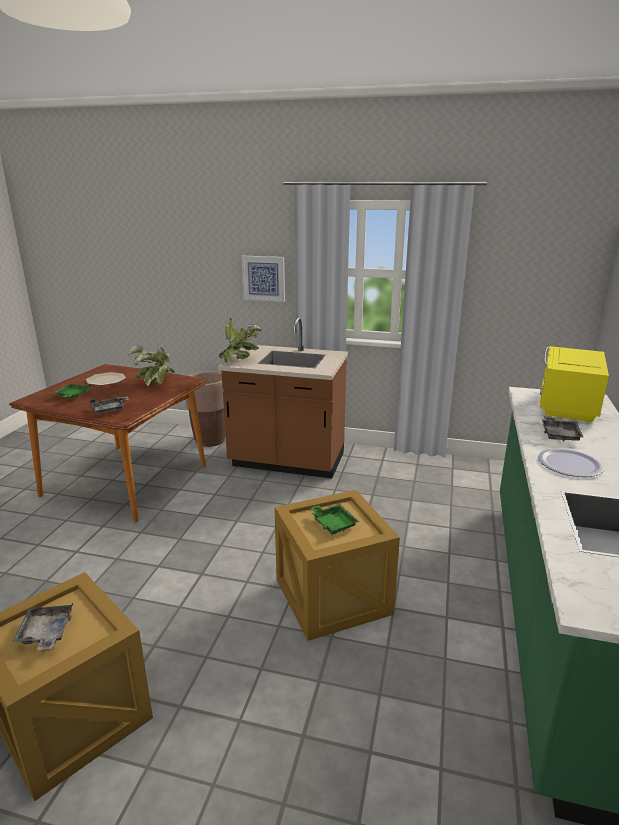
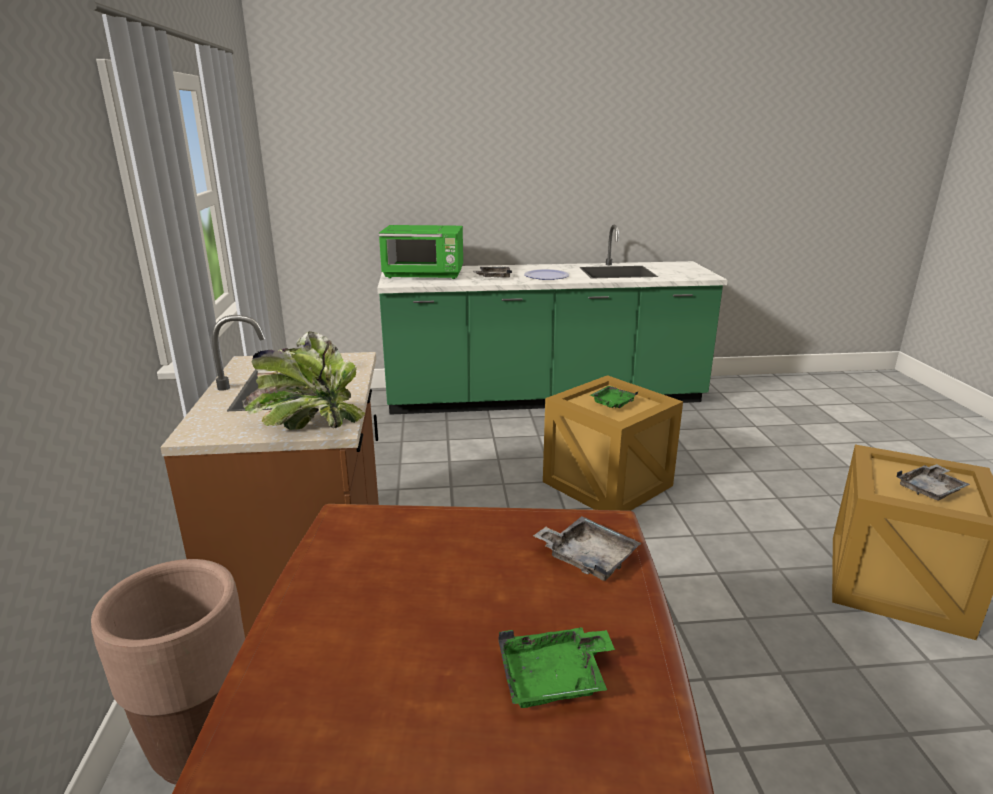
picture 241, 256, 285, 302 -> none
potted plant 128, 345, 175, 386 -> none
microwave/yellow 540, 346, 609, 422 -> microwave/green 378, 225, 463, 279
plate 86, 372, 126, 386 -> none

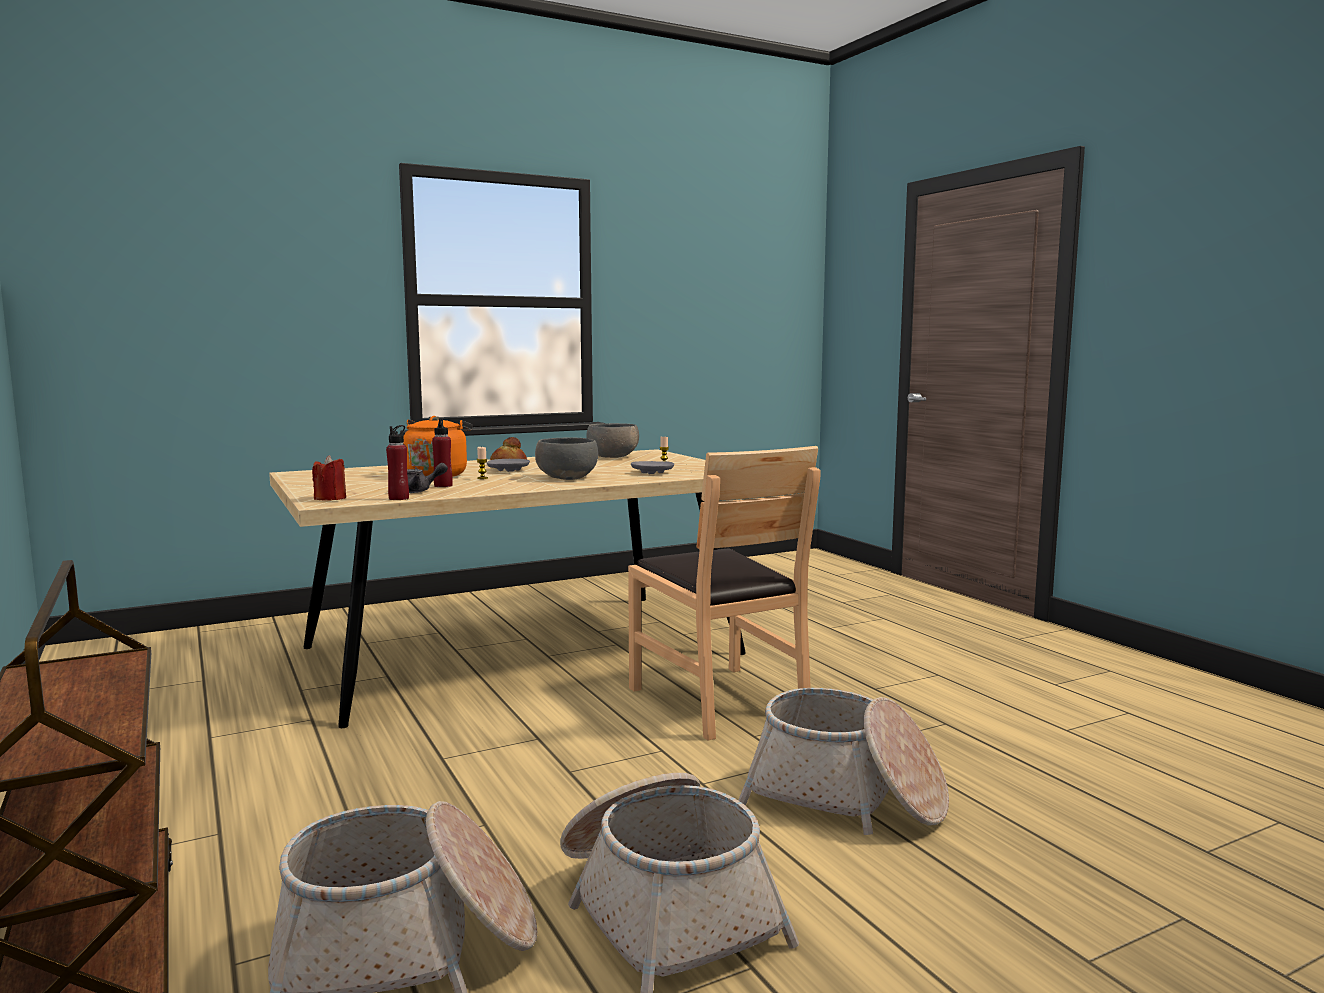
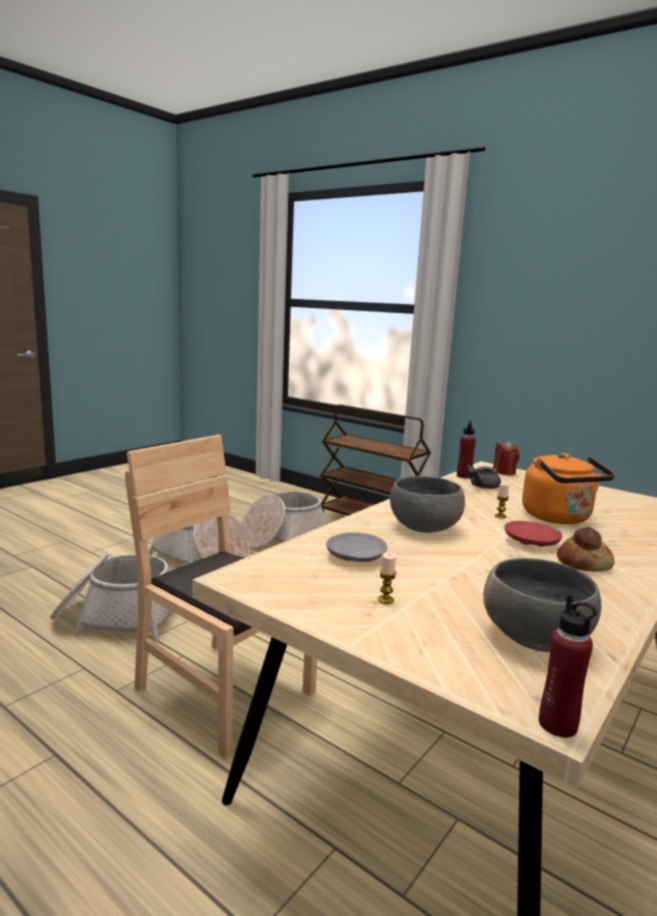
bottle/red 432, 418, 453, 487 -> bottle/red 539, 595, 597, 738, relocated
plate/grey 486, 459, 530, 472 -> plate/red 504, 521, 562, 547

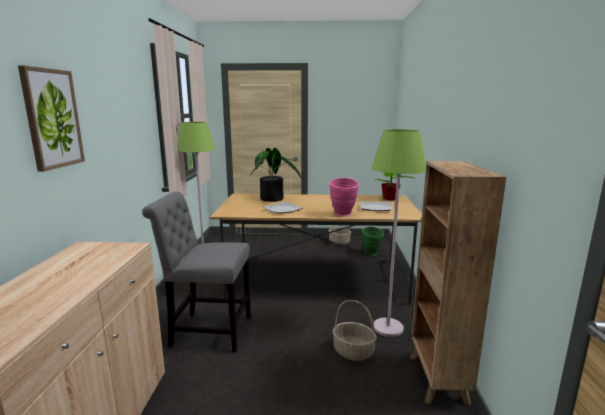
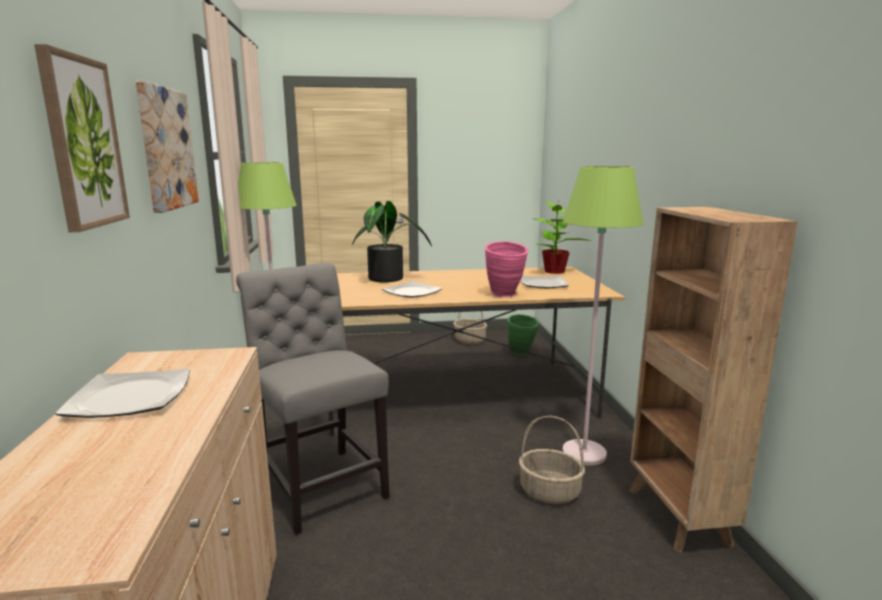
chair/grey 142, 192, 251, 352 -> chair/grey 236, 263, 390, 535, 60 degrees clockwise
none -> picture 136, 81, 199, 213
none -> plate 55, 368, 190, 418

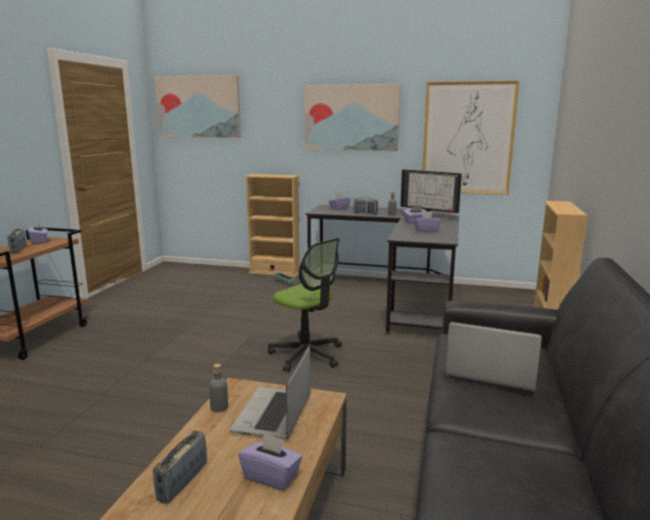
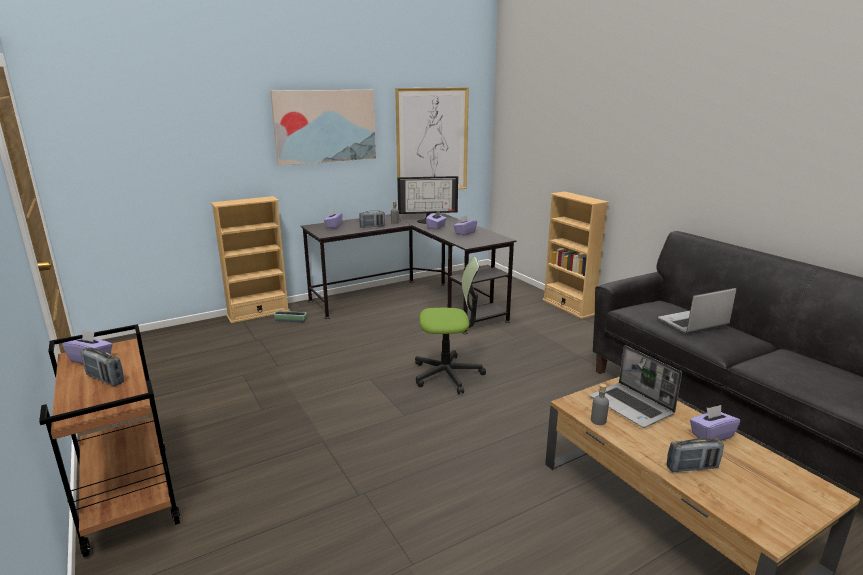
picture 154, 75, 241, 138 -> none
radio 153, 431, 207, 504 -> radio 667, 438, 724, 472, 75 degrees counterclockwise

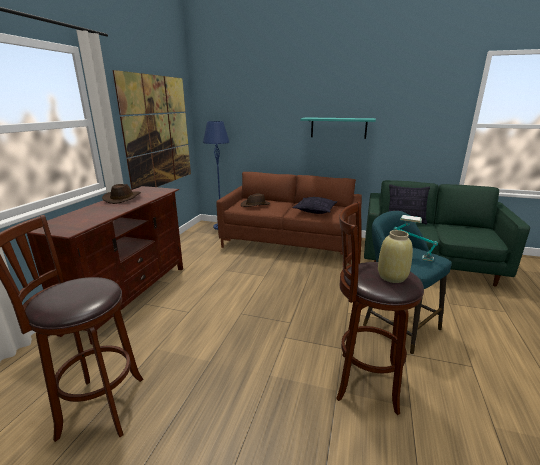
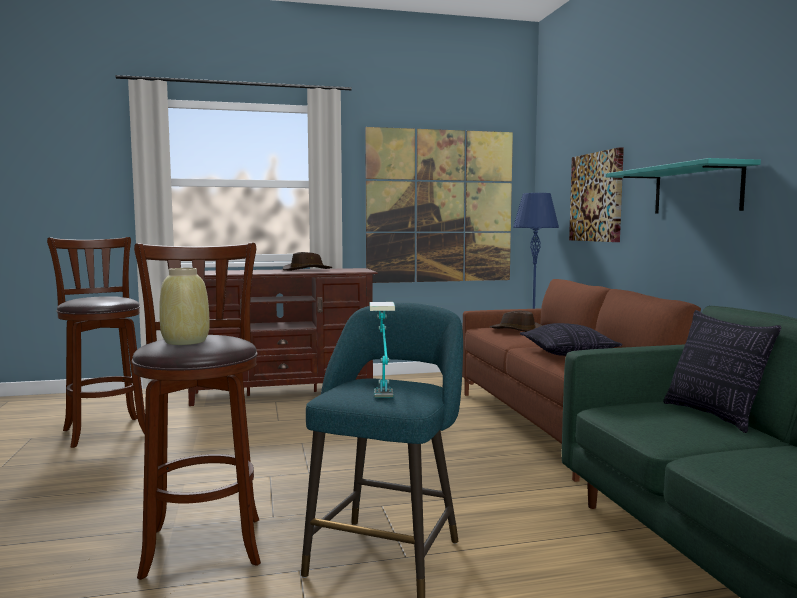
none -> picture 569, 147, 624, 242

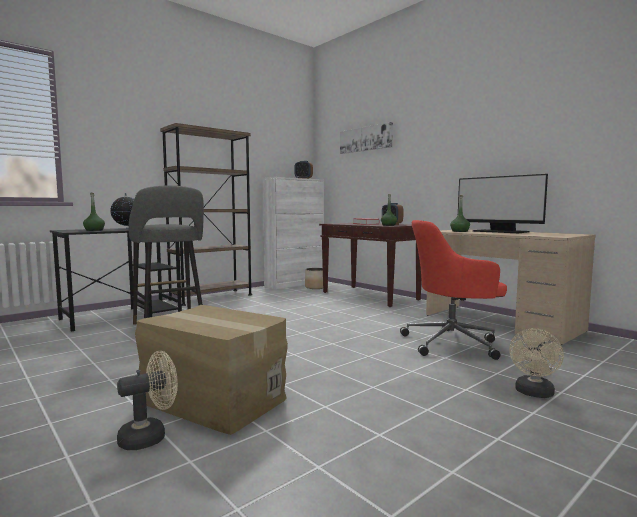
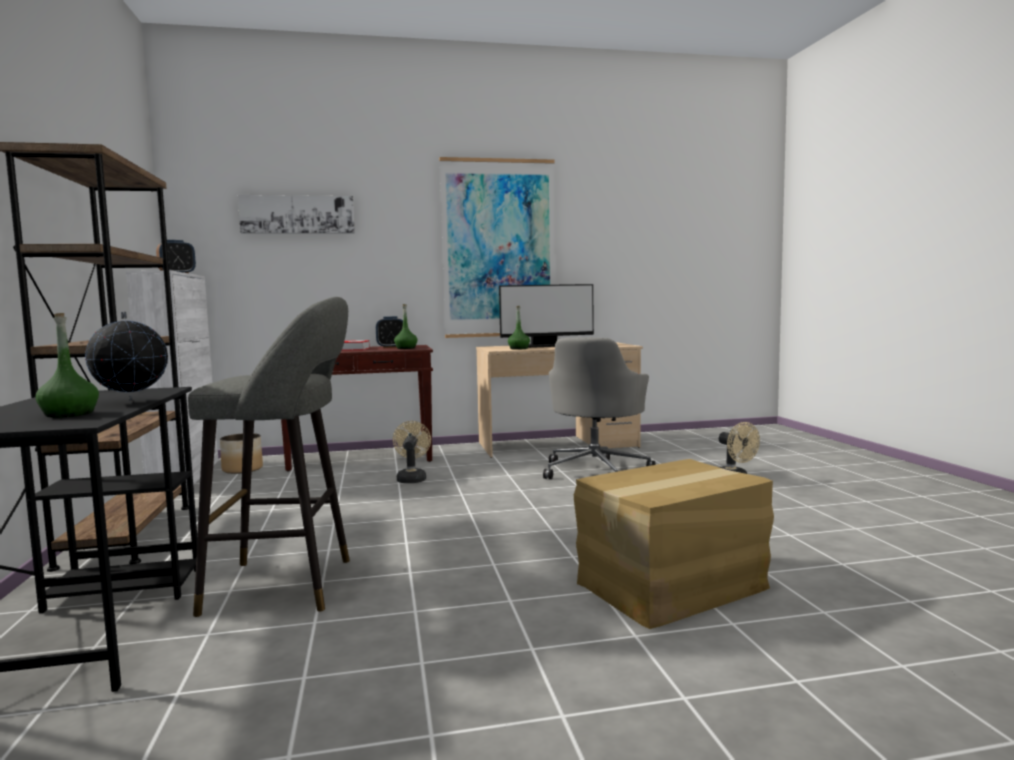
office chair/red 400, 220, 507, 360 -> office chair/grey 543, 337, 655, 479
fan/beige 117, 351, 178, 450 -> fan/beige 393, 421, 431, 483, relocated
none -> picture 439, 157, 555, 338

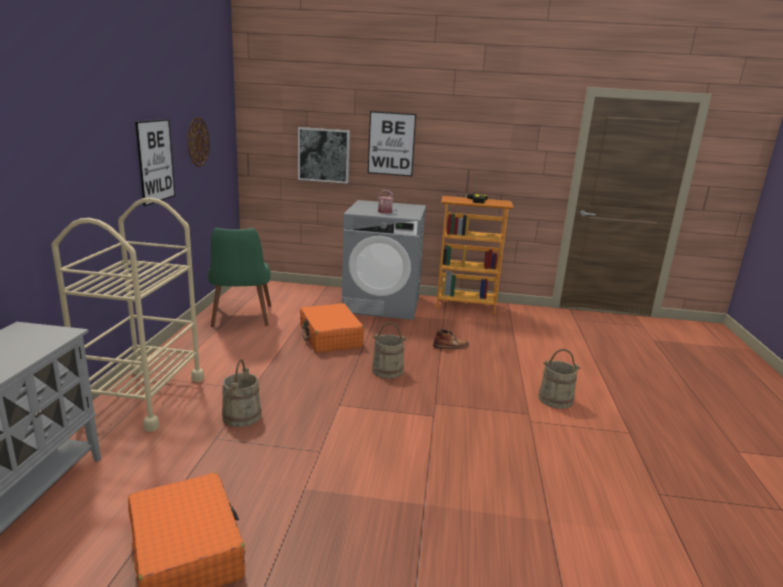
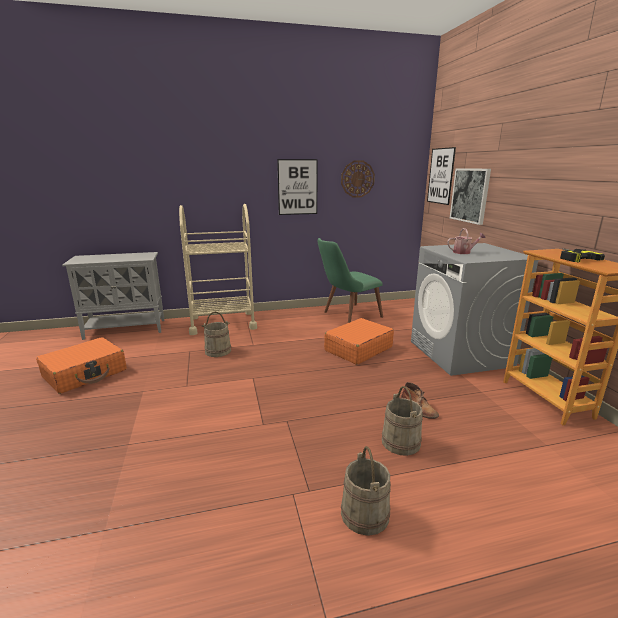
picture 368, 111, 416, 176 -> picture 427, 147, 456, 205, relocated
bucket/beige 372, 322, 407, 379 -> bucket/beige 382, 386, 423, 456, relocated

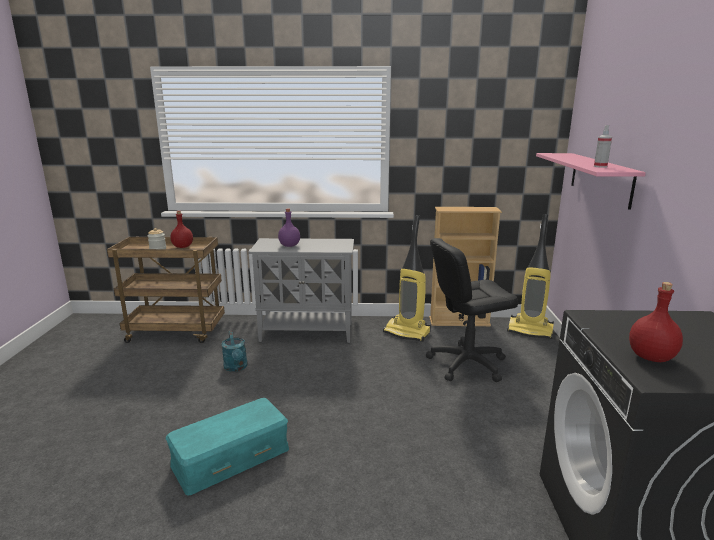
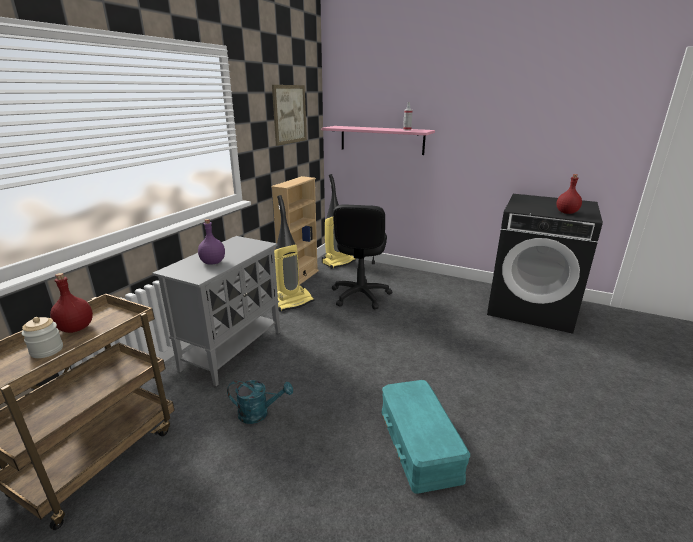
none -> picture 272, 85, 307, 146

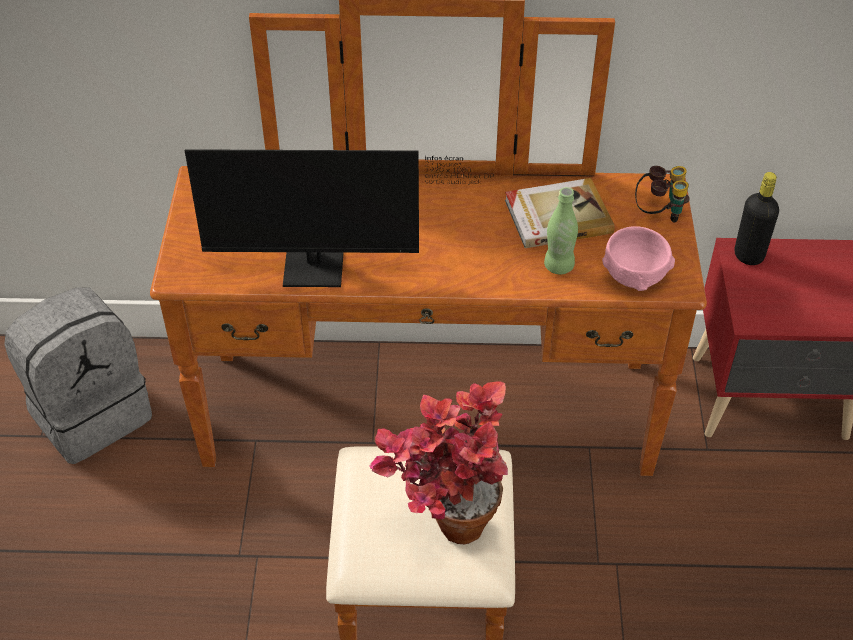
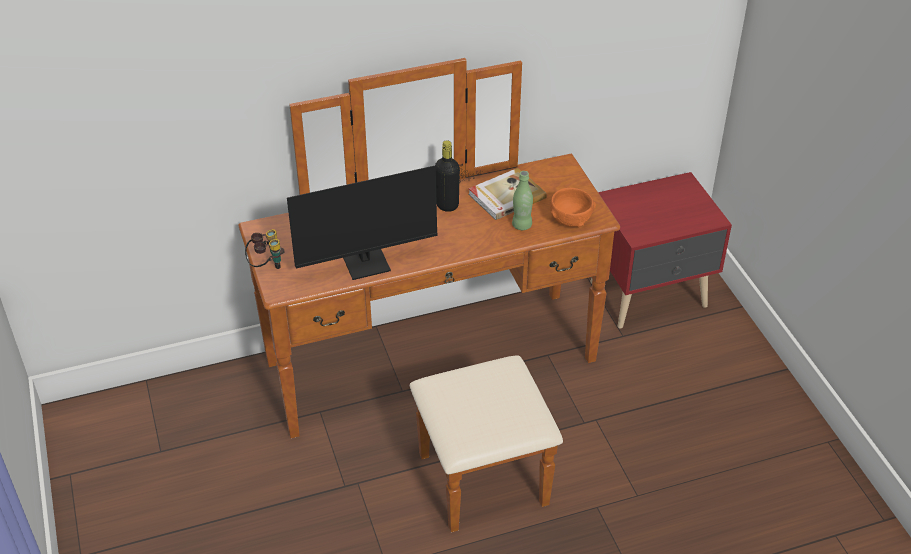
binoculars 635, 166, 690, 223 -> binoculars 245, 229, 284, 269, relocated
bottle/black 734, 172, 779, 265 -> bottle/black 435, 140, 460, 212, relocated
bowl/pink 602, 226, 675, 291 -> bowl/orange 550, 188, 596, 228
backpack/grey 4, 287, 152, 464 -> none
potted plant 369, 381, 508, 544 -> none

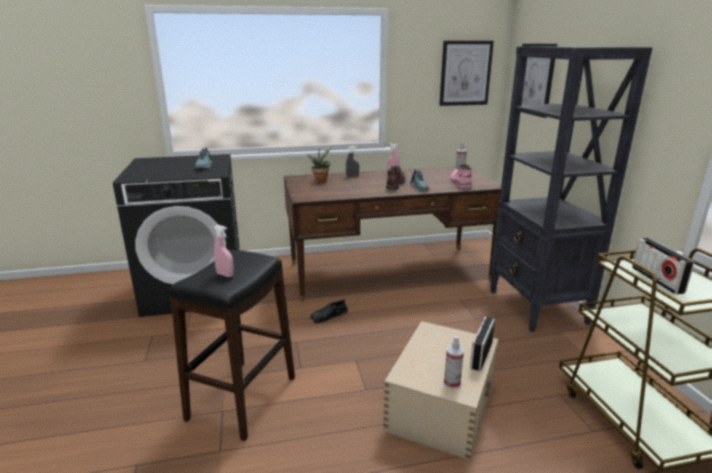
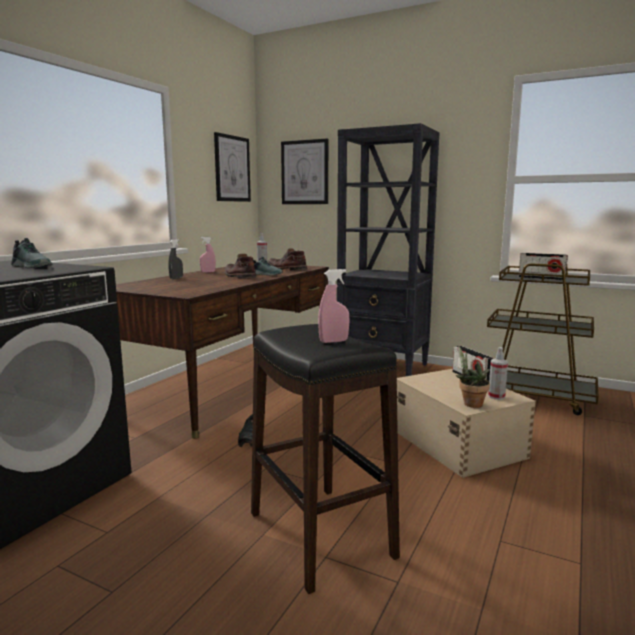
potted plant 307, 146, 332, 183 -> potted plant 456, 345, 490, 408, relocated
boot/pink 450, 164, 472, 188 -> boot/brown 268, 249, 307, 270

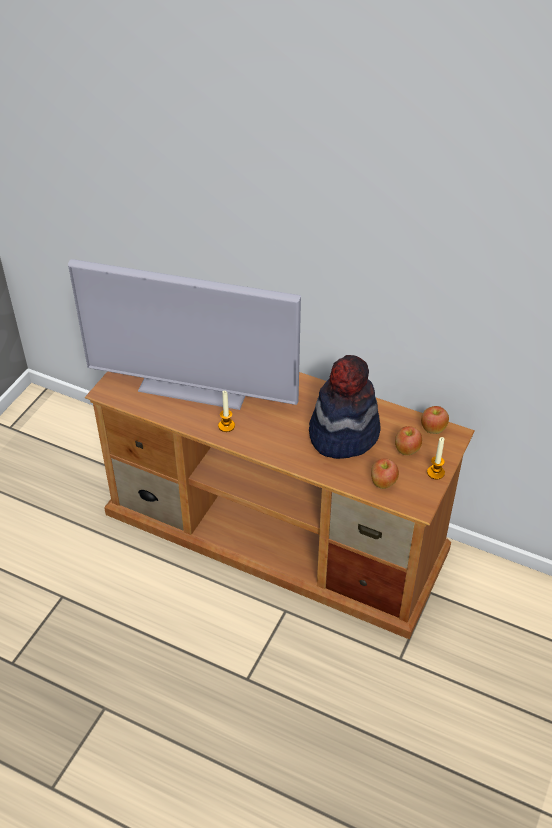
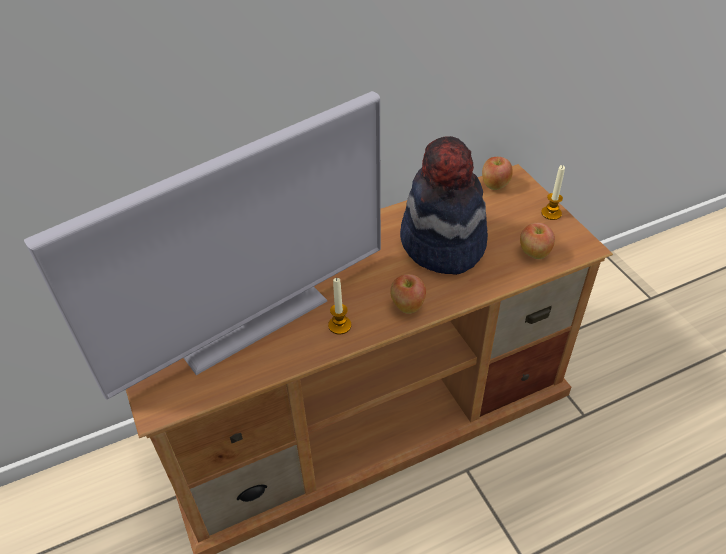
apple 395, 426, 422, 455 -> apple 390, 274, 426, 314, relocated

